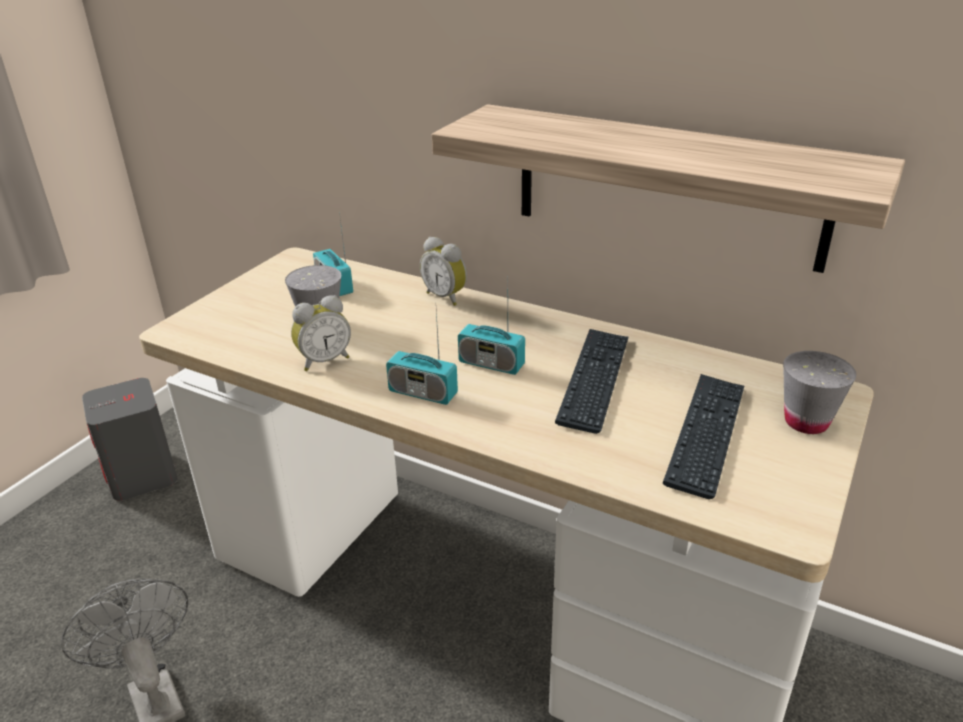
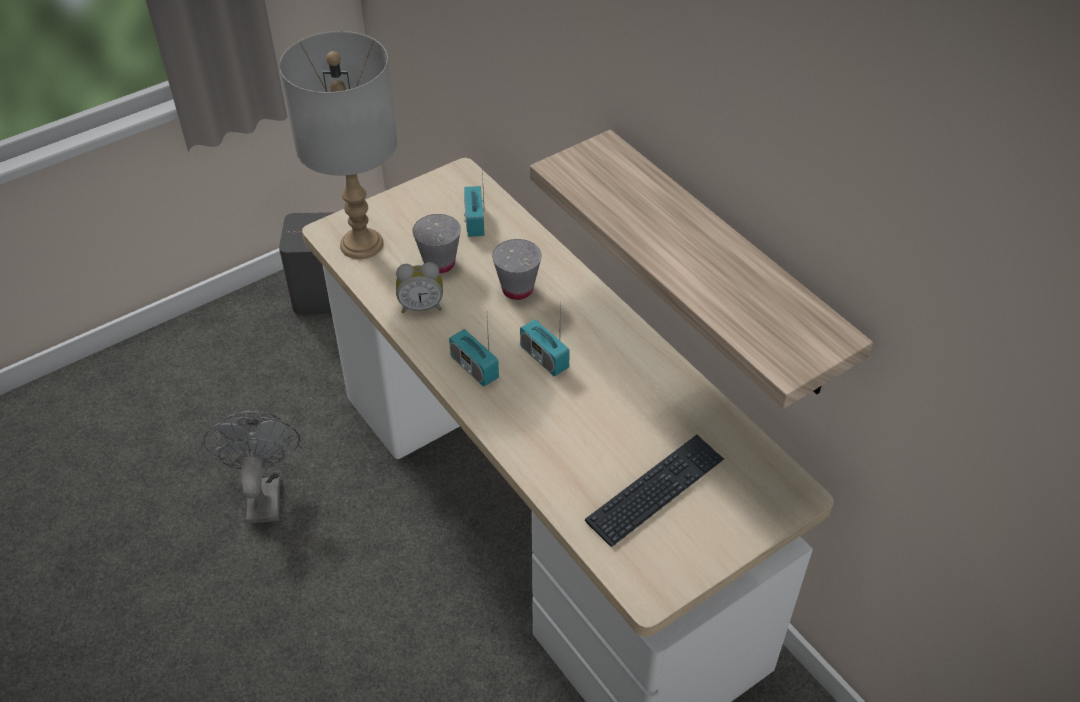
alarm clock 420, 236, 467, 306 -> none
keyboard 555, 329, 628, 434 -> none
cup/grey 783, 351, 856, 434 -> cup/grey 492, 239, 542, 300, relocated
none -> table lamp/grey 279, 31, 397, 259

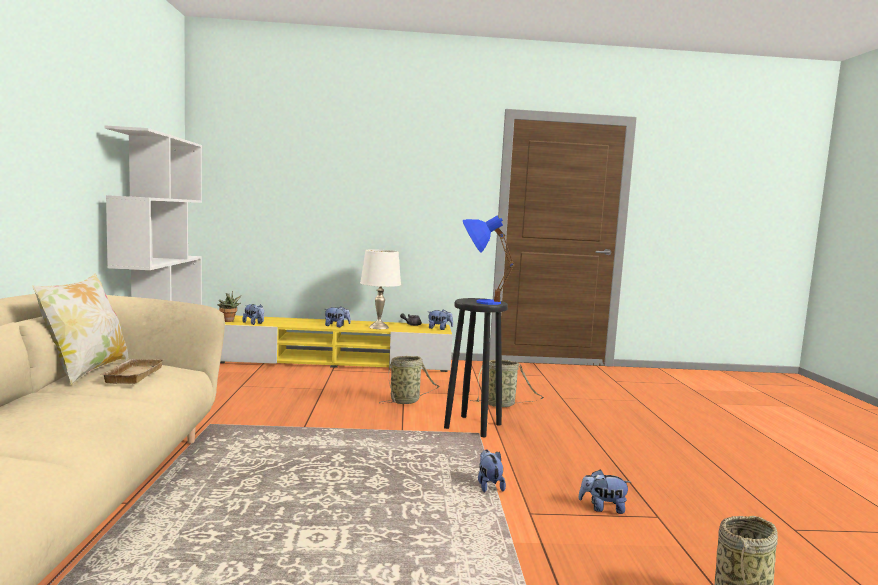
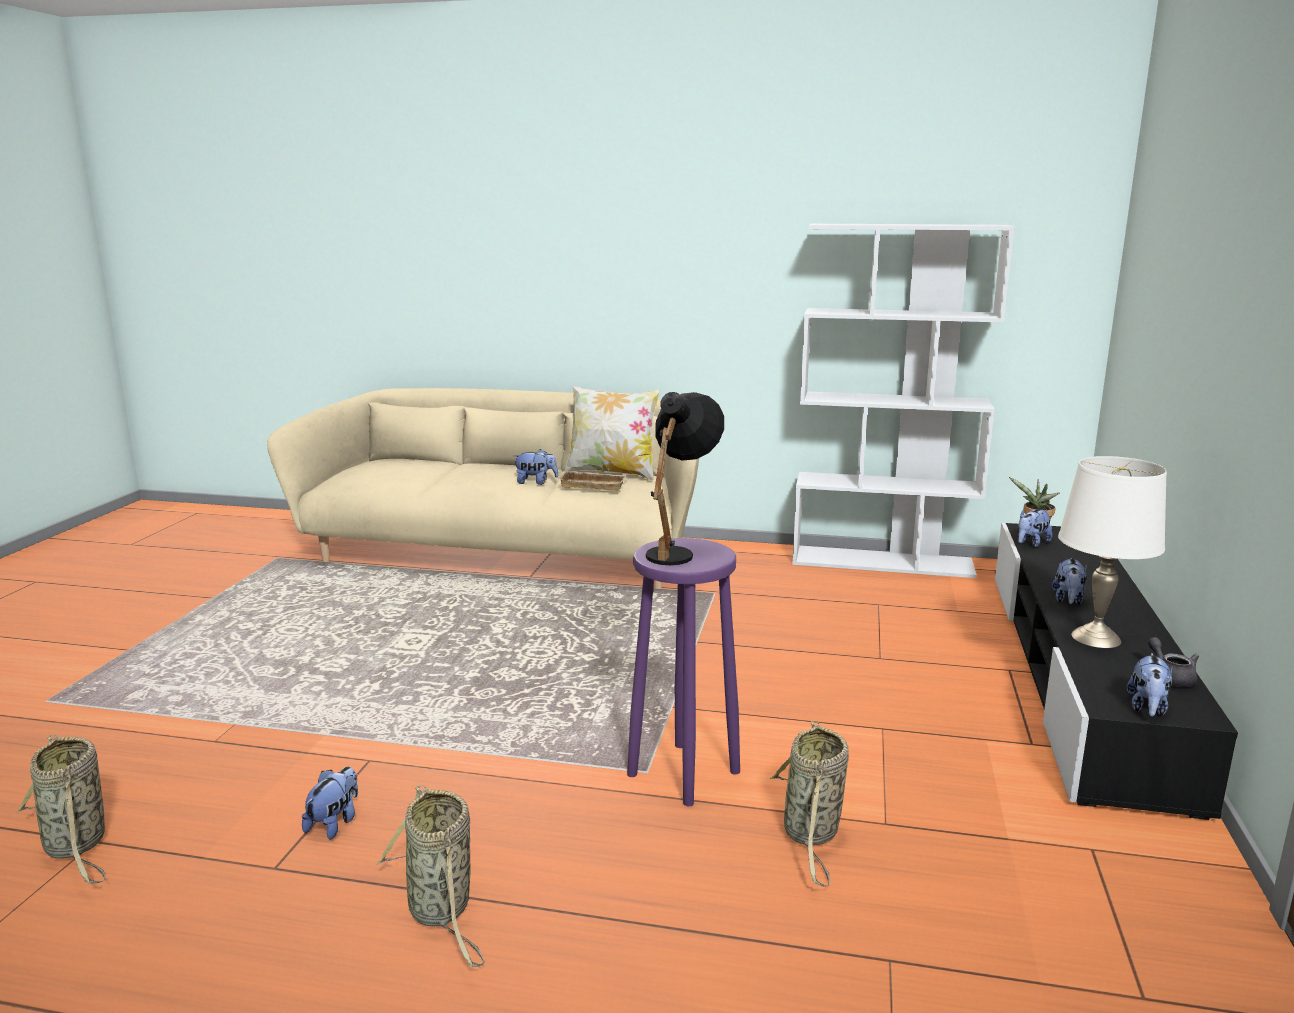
table lamp/blue 463, 215, 514, 305 -> table lamp/black 646, 392, 724, 565
stool/black 444, 298, 508, 437 -> stool/purple 627, 538, 740, 806
tv stand/yellow 220, 315, 452, 372 -> tv stand/black 995, 523, 1238, 820
basket 379, 356, 440, 404 -> basket 376, 785, 485, 967, relocated
plush toy 478, 450, 506, 492 -> plush toy 513, 449, 558, 485, relocated

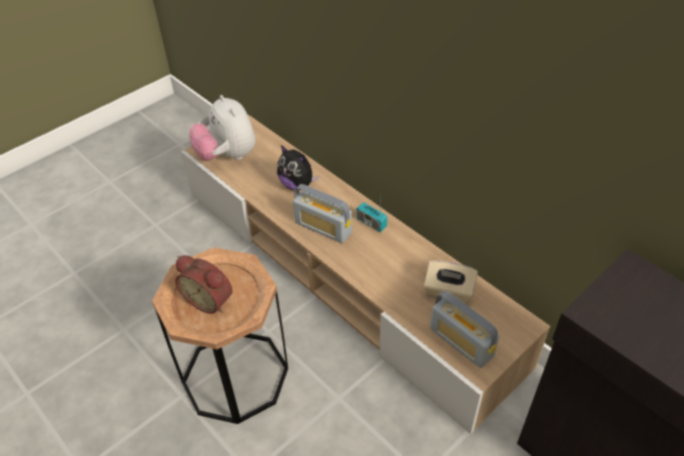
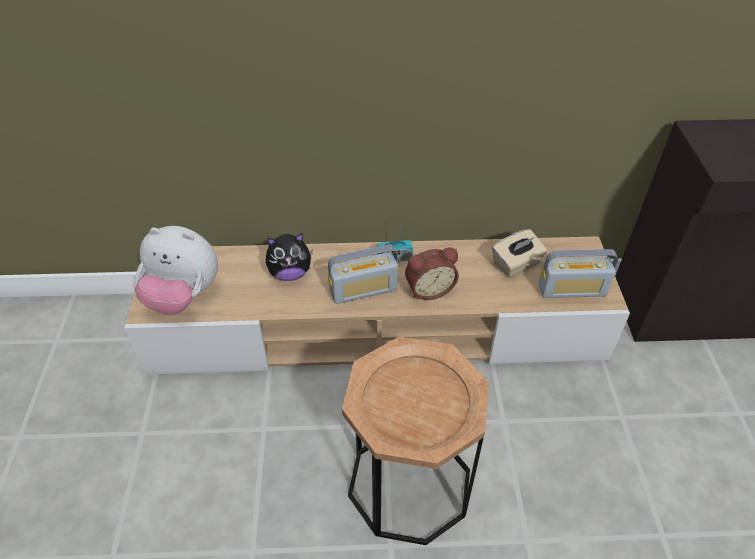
alarm clock 175, 255, 233, 314 -> alarm clock 405, 248, 459, 300, relocated

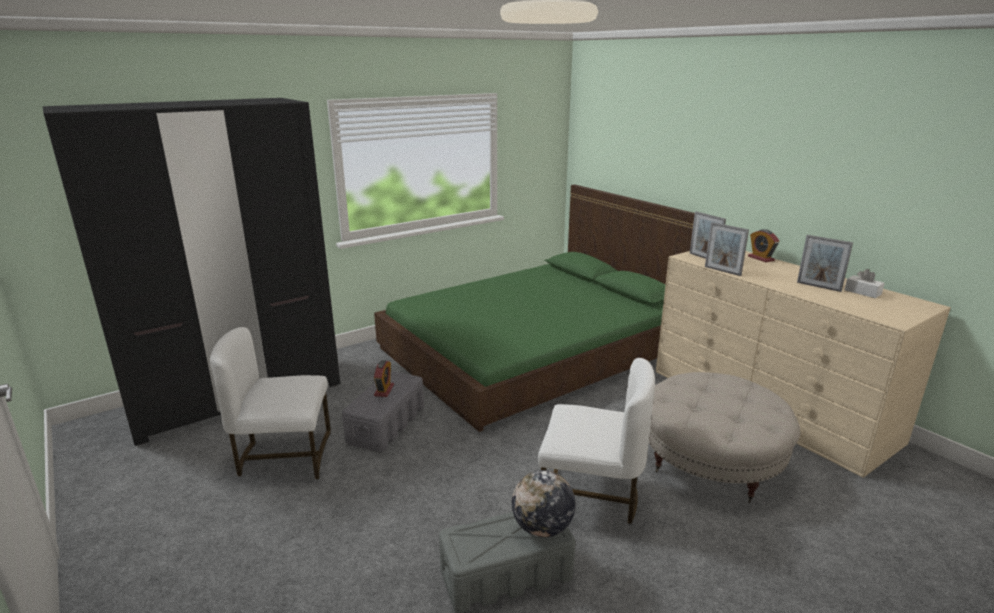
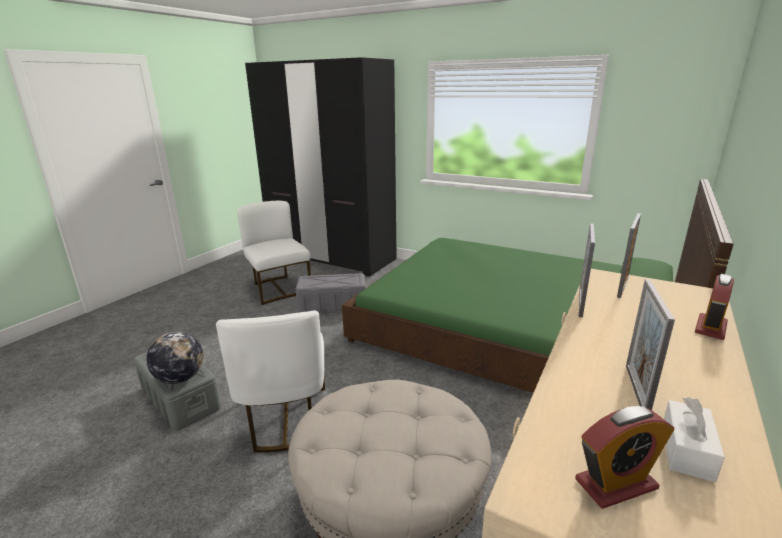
alarm clock 374, 360, 394, 397 -> alarm clock 575, 406, 675, 509, relocated

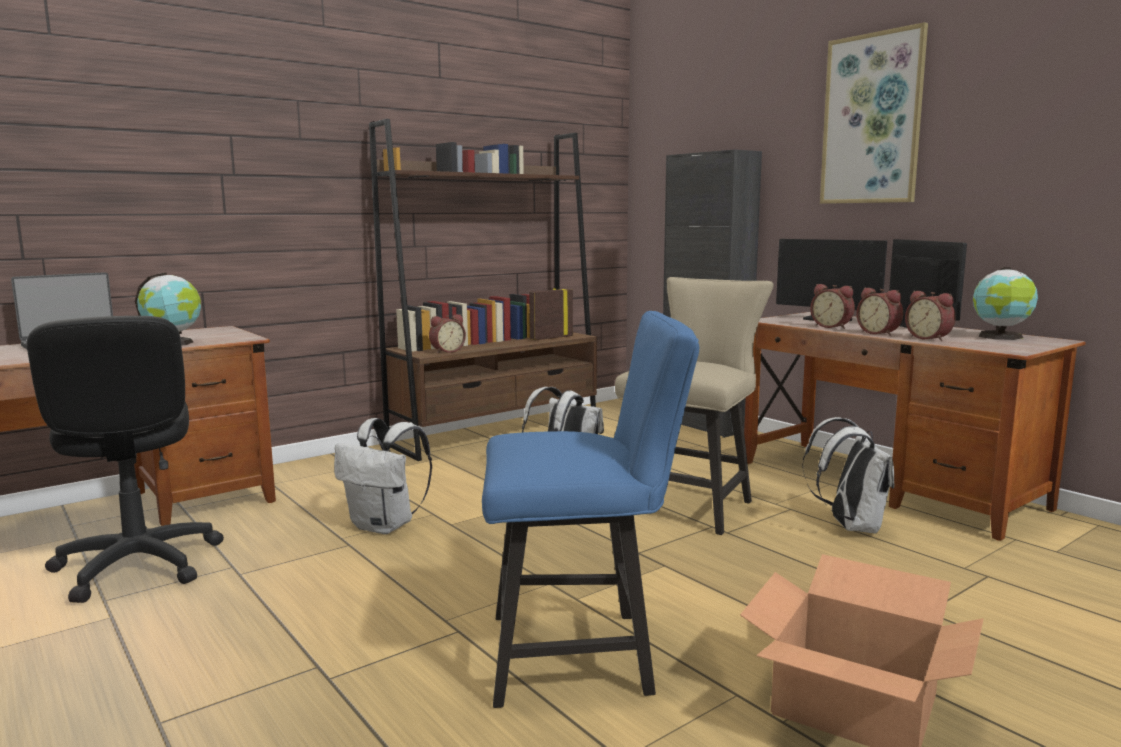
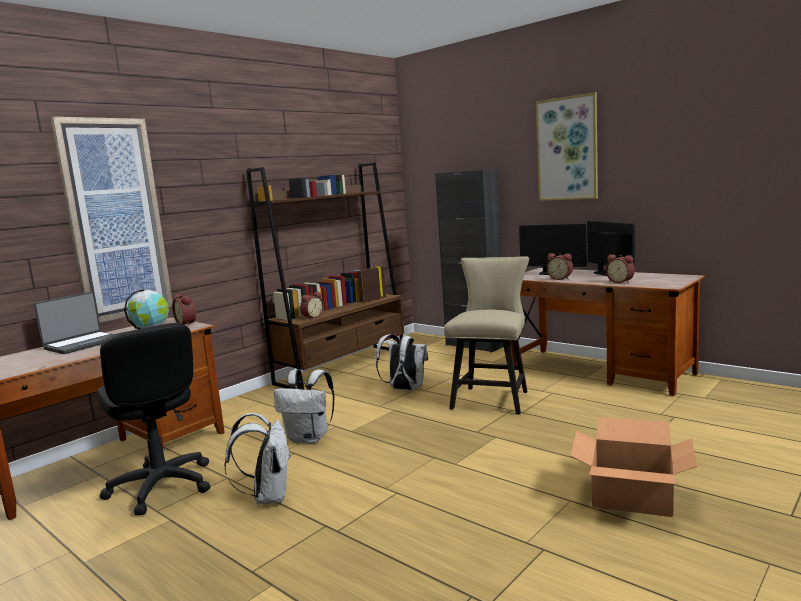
globe 973, 267, 1038, 340 -> none
alarm clock 856, 288, 903, 336 -> alarm clock 172, 294, 196, 326, relocated
chair/blue 482, 311, 699, 708 -> none
backpack/white 802, 417, 894, 533 -> backpack/white 224, 413, 291, 504, relocated
none -> picture 50, 117, 173, 323

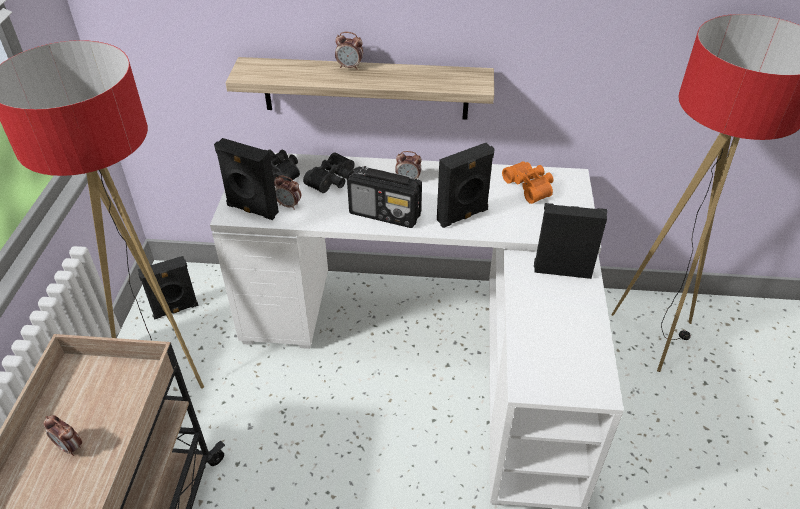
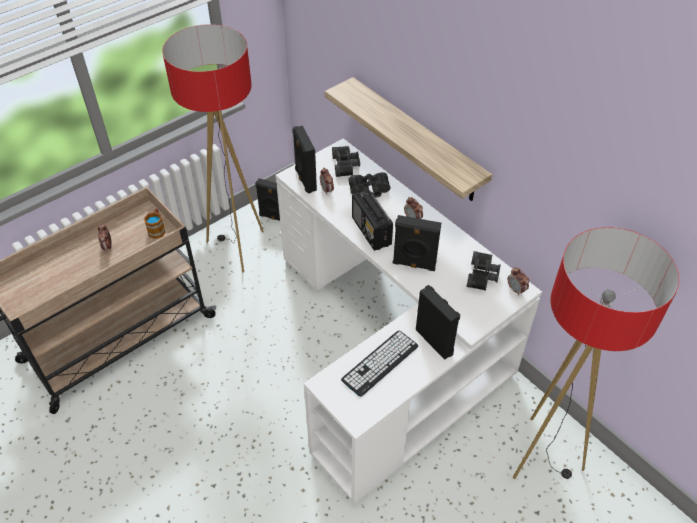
alarm clock 335, 32, 363, 70 -> alarm clock 508, 267, 529, 296, relocated
binoculars/orange 502, 161, 553, 204 -> binoculars/black 466, 251, 501, 291
none -> mug 144, 208, 166, 239
none -> keyboard 341, 330, 418, 397

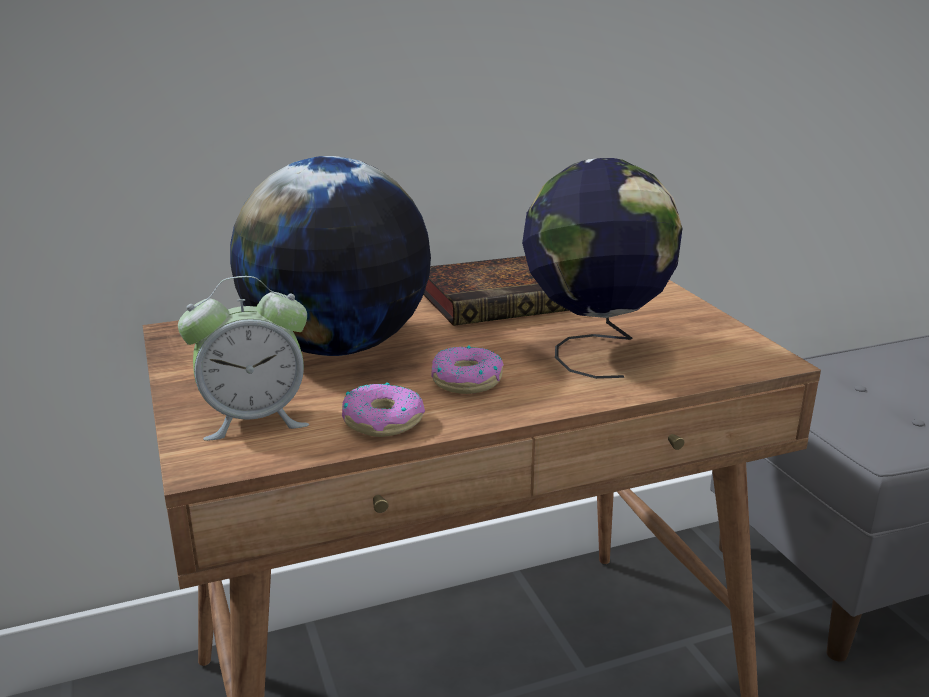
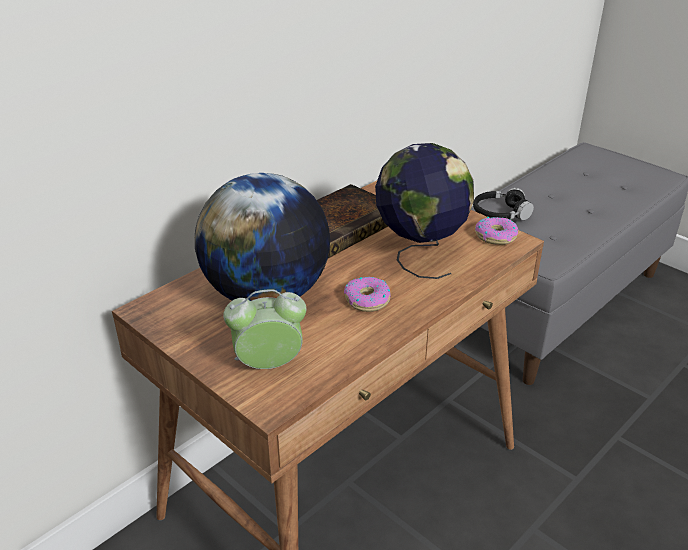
alarm clock 178, 276, 309, 441 -> alarm clock 223, 289, 306, 369, 150 degrees counterclockwise
donut 342, 382, 425, 437 -> donut 475, 217, 518, 245, relocated
none -> headphones/black 473, 188, 534, 220

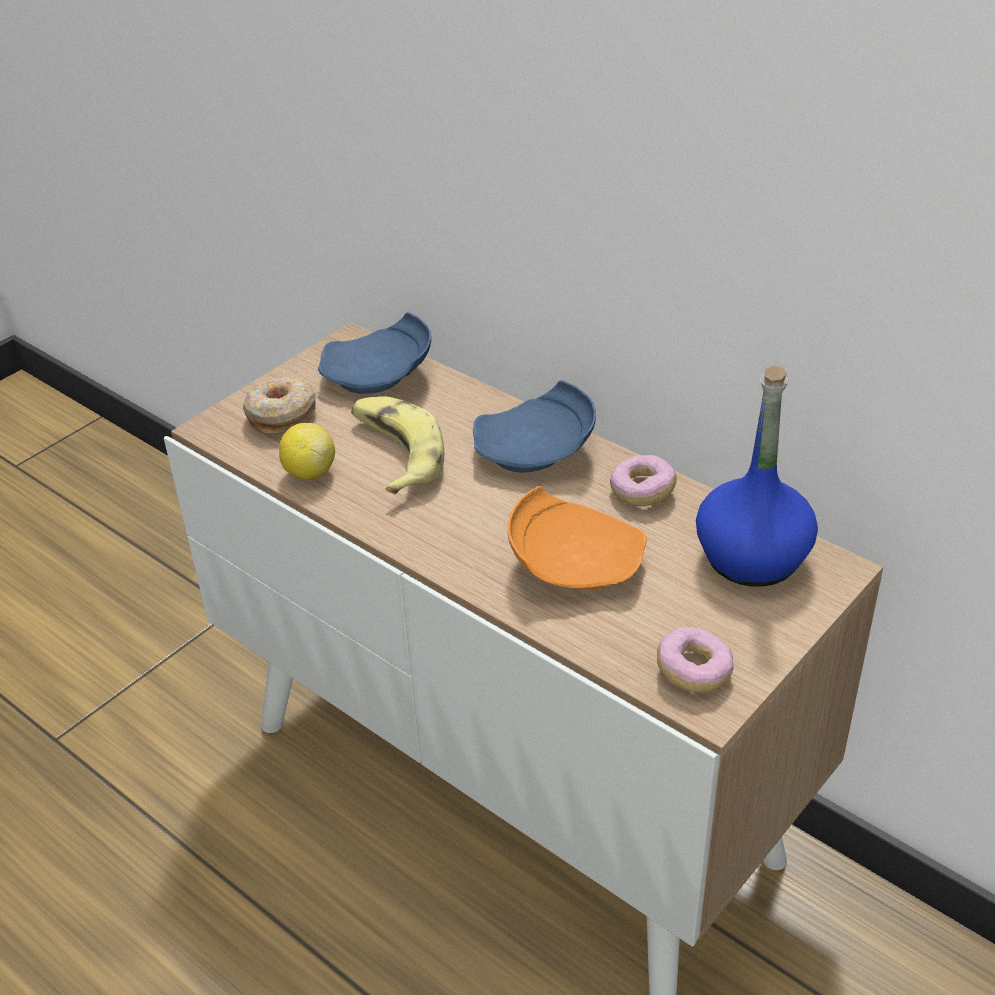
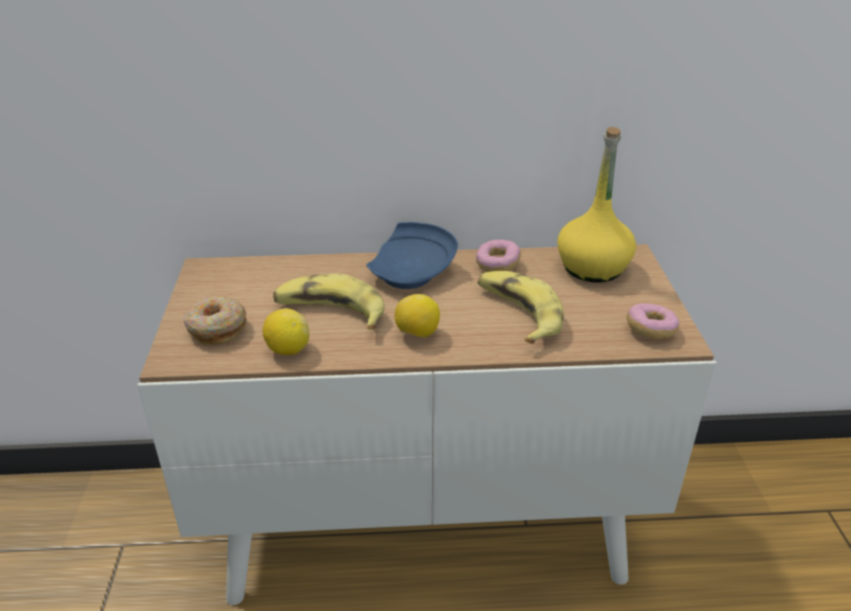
plate/blue 318, 312, 431, 394 -> none
bottle/blue 696, 366, 818, 587 -> bottle/yellow 557, 127, 636, 283
plate/orange 508, 486, 647, 590 -> banana 477, 271, 564, 344
none -> lemon 395, 294, 440, 338

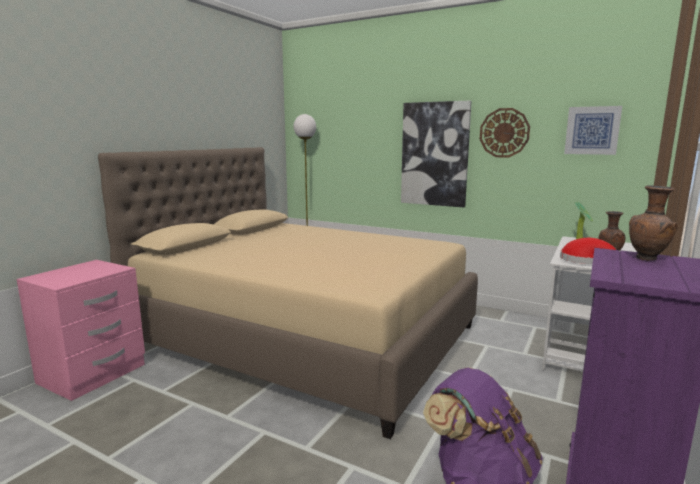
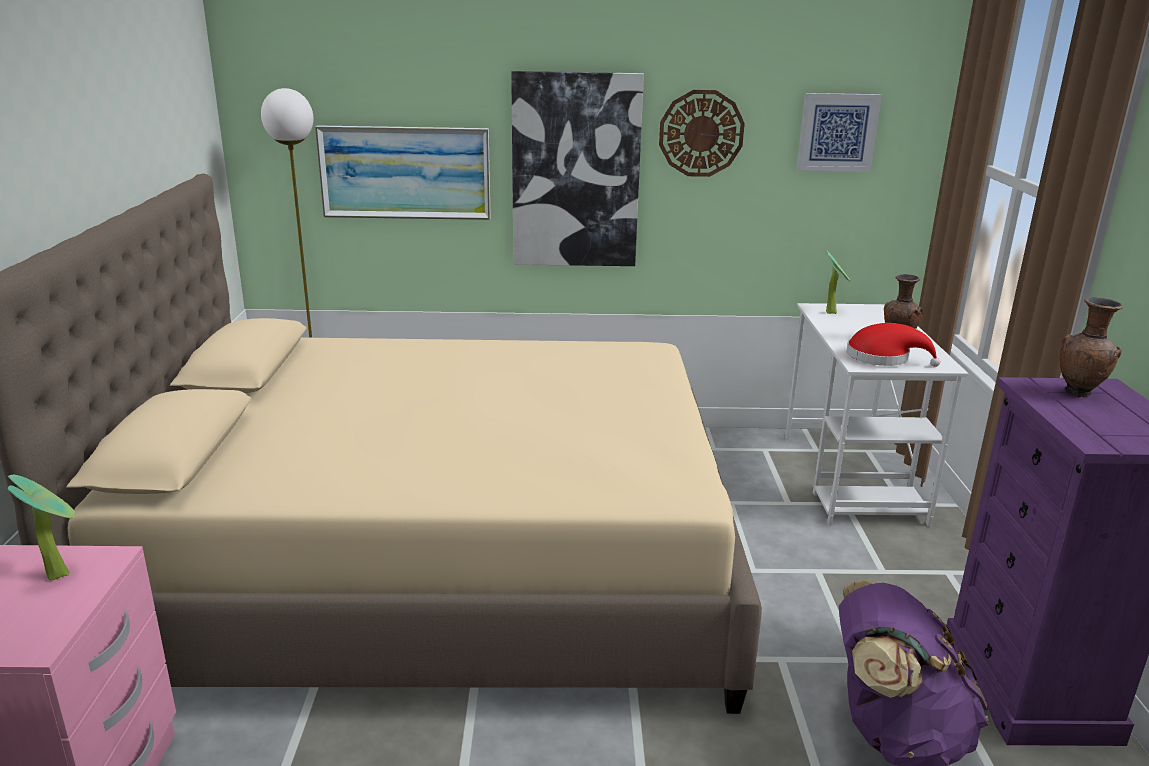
none -> picture 315, 125, 491, 220
none -> potted plant 8, 475, 75, 580

